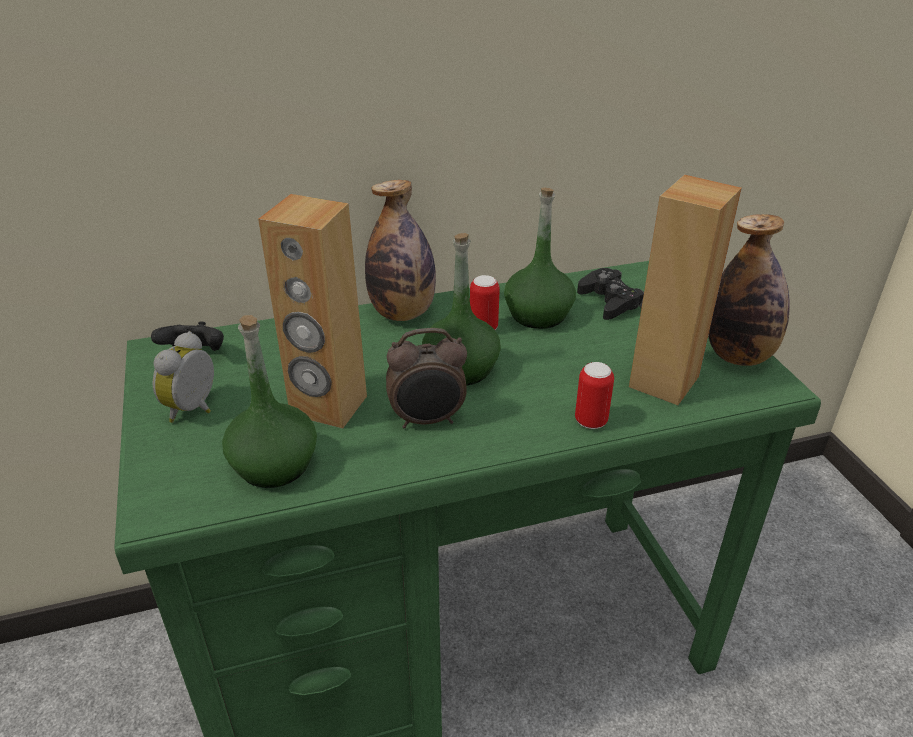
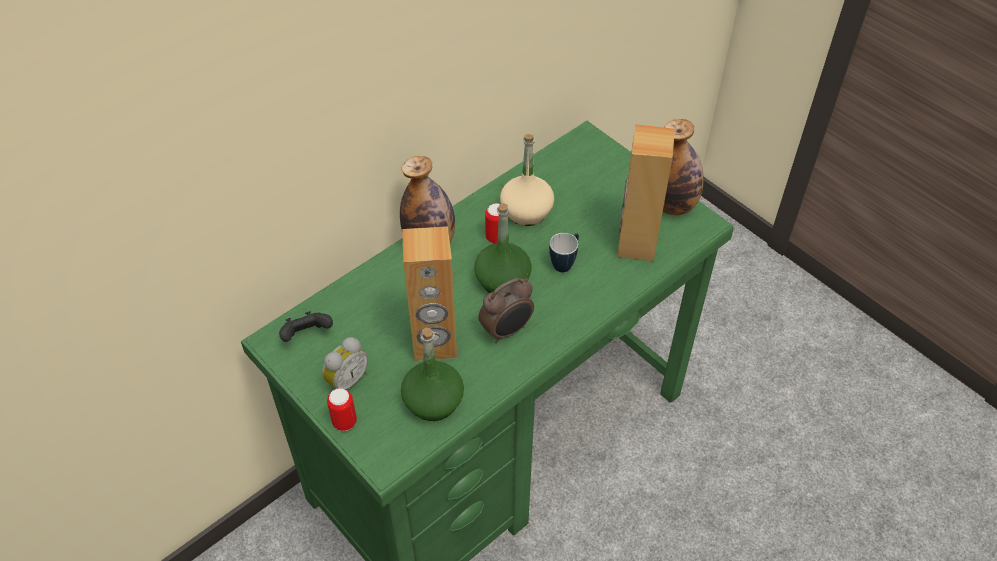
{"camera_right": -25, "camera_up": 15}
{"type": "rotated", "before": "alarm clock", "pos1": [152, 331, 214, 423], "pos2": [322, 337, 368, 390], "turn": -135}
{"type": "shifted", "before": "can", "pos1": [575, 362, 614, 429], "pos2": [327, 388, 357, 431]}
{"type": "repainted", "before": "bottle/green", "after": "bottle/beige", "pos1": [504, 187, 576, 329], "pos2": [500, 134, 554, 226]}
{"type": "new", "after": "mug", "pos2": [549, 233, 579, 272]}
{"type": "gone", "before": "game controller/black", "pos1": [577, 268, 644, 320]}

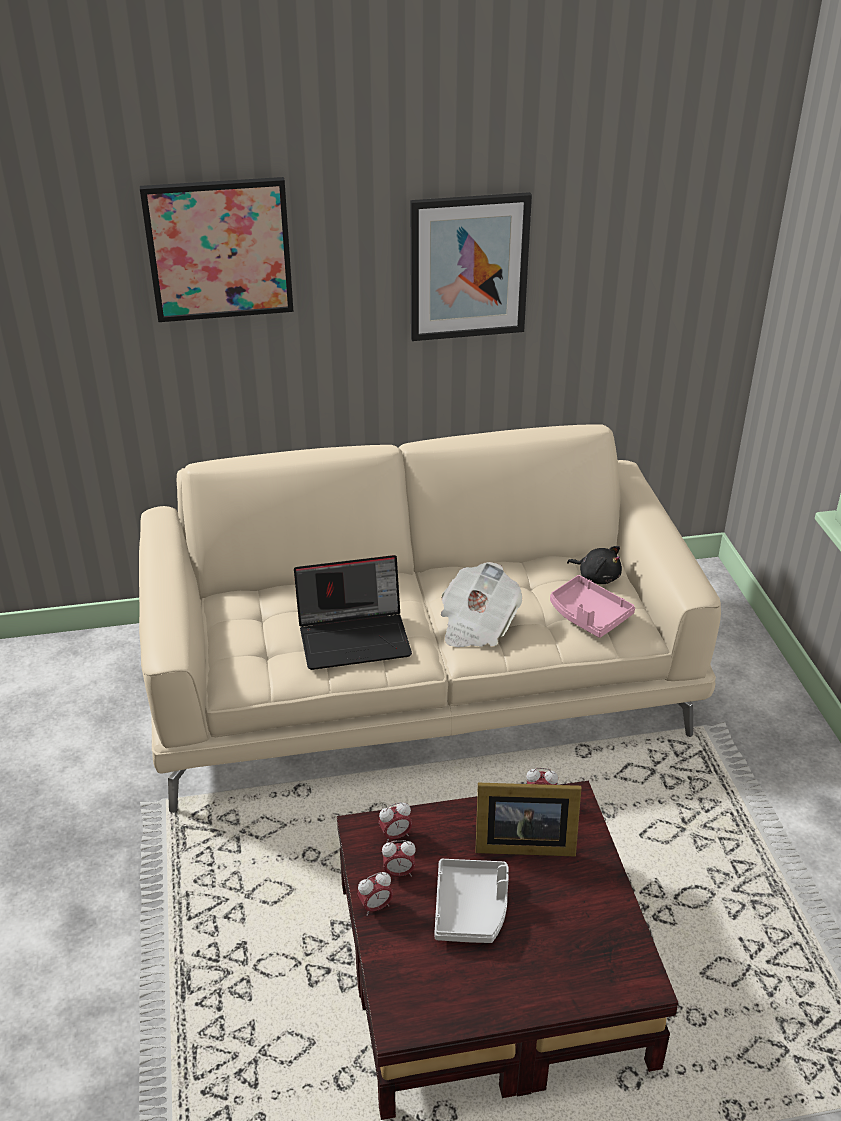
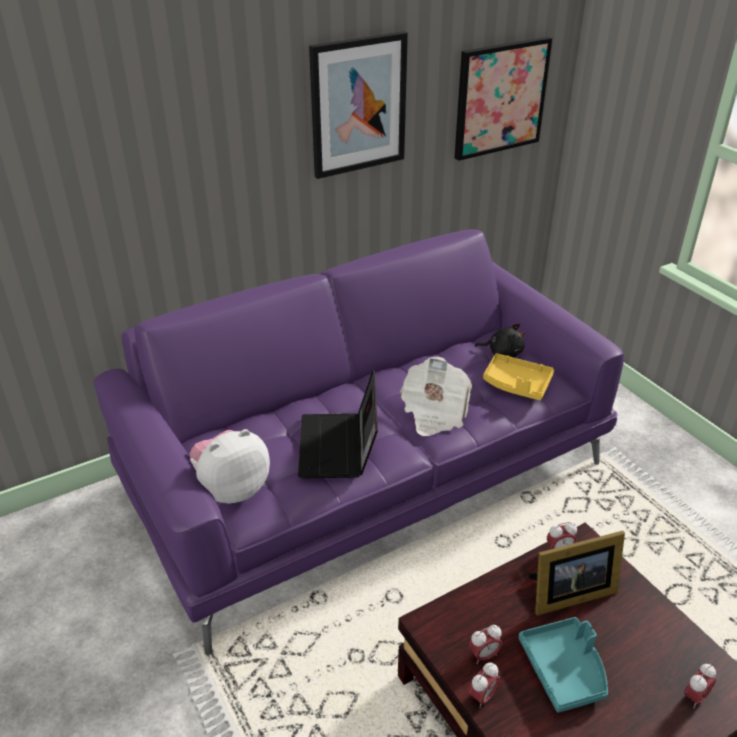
{"camera_right": -20, "camera_up": 0}
{"type": "repainted", "before": "sofa/beige", "after": "sofa/purple", "pos1": [139, 424, 721, 813], "pos2": [93, 229, 624, 655]}
{"type": "new", "after": "plush toy", "pos2": [190, 429, 270, 504]}
{"type": "rotated", "before": "laptop", "pos1": [294, 555, 412, 670], "pos2": [298, 370, 378, 479], "turn": 120}
{"type": "shifted", "before": "picture", "pos1": [140, 177, 293, 322], "pos2": [454, 37, 552, 161]}
{"type": "repainted", "before": "tray/pink", "after": "tray/yellow", "pos1": [550, 575, 635, 638], "pos2": [483, 353, 554, 400]}
{"type": "repainted", "before": "tray/grey", "after": "tray/turquoise", "pos1": [434, 859, 509, 943], "pos2": [519, 617, 608, 713]}
{"type": "shifted", "before": "alarm clock", "pos1": [378, 802, 413, 843], "pos2": [684, 664, 716, 709]}

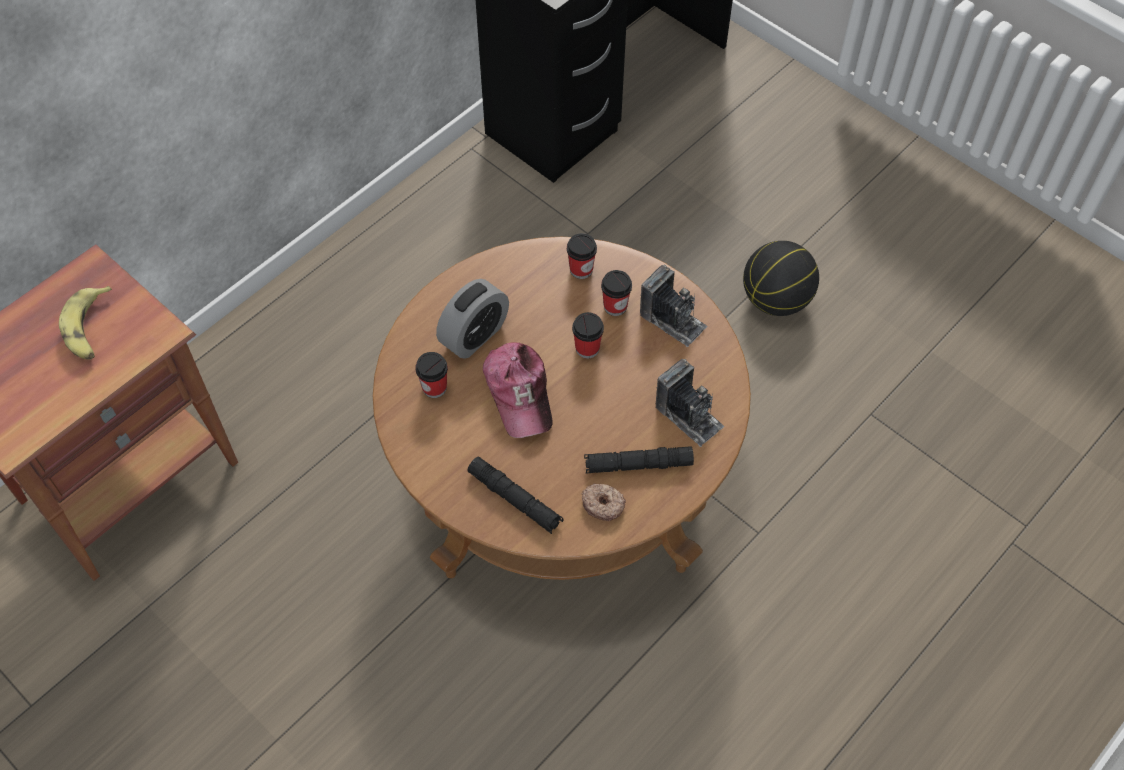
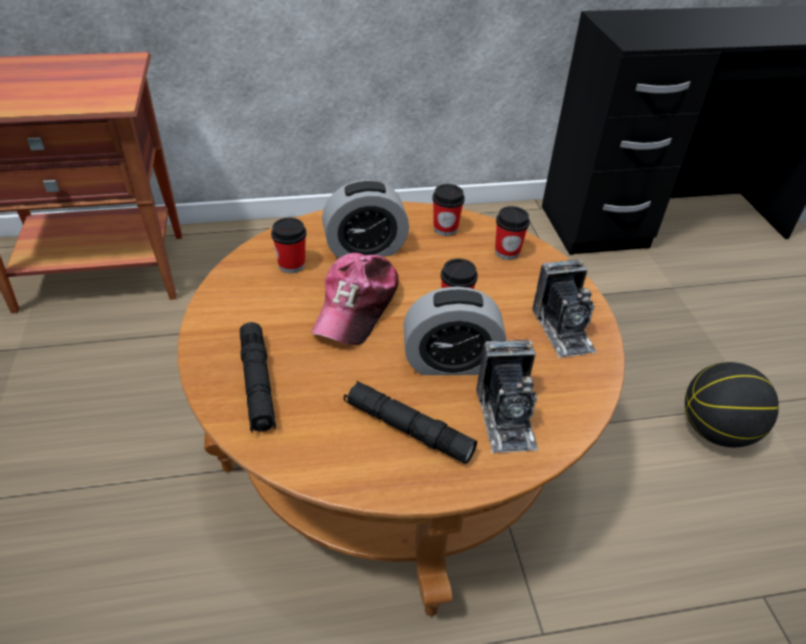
{"camera_right": 35, "camera_up": -15}
{"type": "new", "after": "alarm clock", "pos2": [403, 286, 506, 375]}
{"type": "shifted", "before": "cup", "pos1": [601, 270, 632, 316], "pos2": [432, 184, 465, 236]}
{"type": "gone", "before": "banana", "pos1": [59, 286, 112, 360]}
{"type": "gone", "before": "donut", "pos1": [581, 483, 626, 521]}

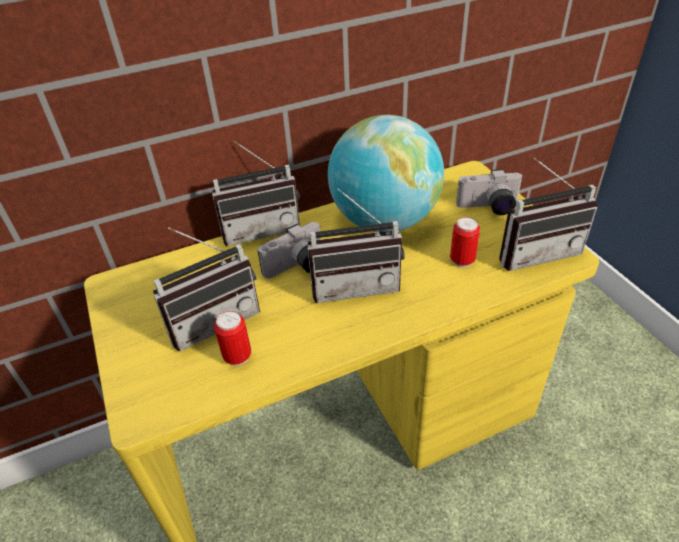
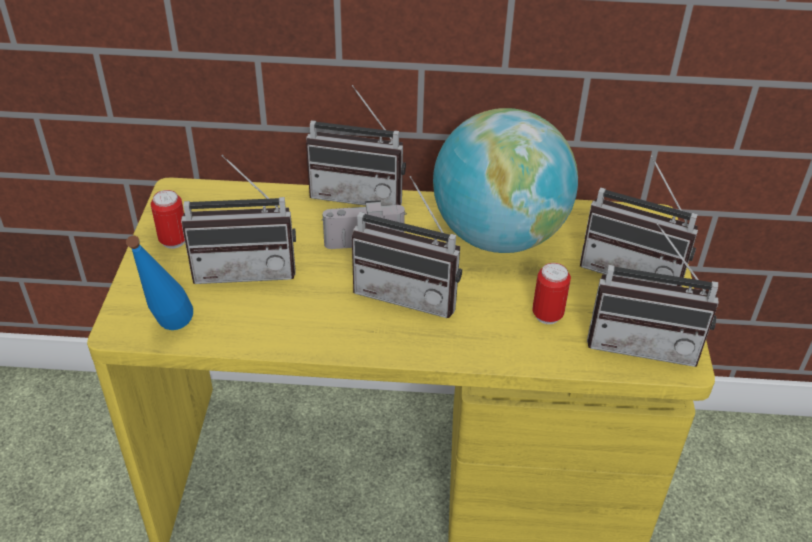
{"camera_right": 25, "camera_up": 0}
{"type": "new", "after": "bottle/blue", "pos2": [126, 236, 193, 330]}
{"type": "shifted", "before": "can", "pos1": [214, 311, 251, 366], "pos2": [151, 190, 185, 249]}
{"type": "swapped", "before": "photo camera", "after": "radio", "pos1": [456, 169, 523, 215], "pos2": [580, 156, 698, 287]}

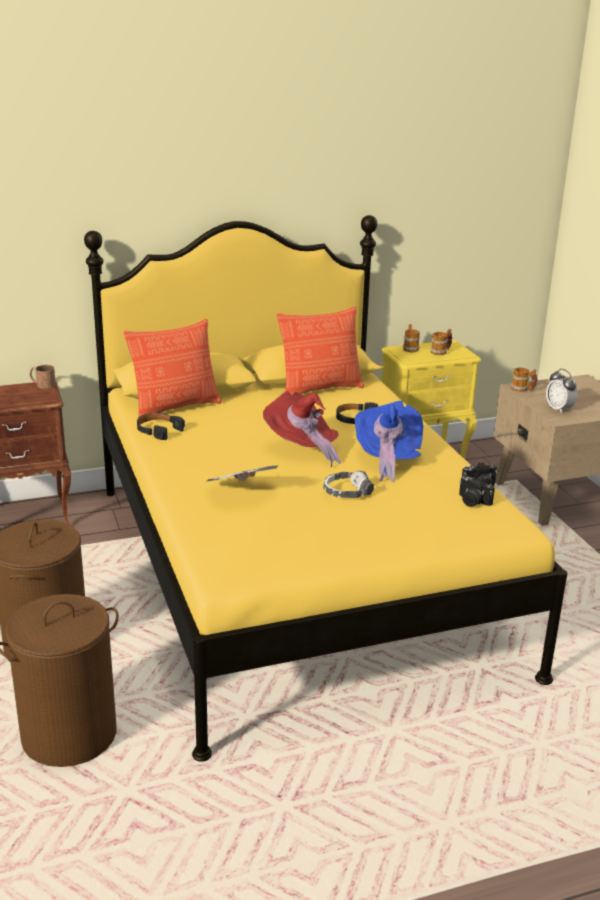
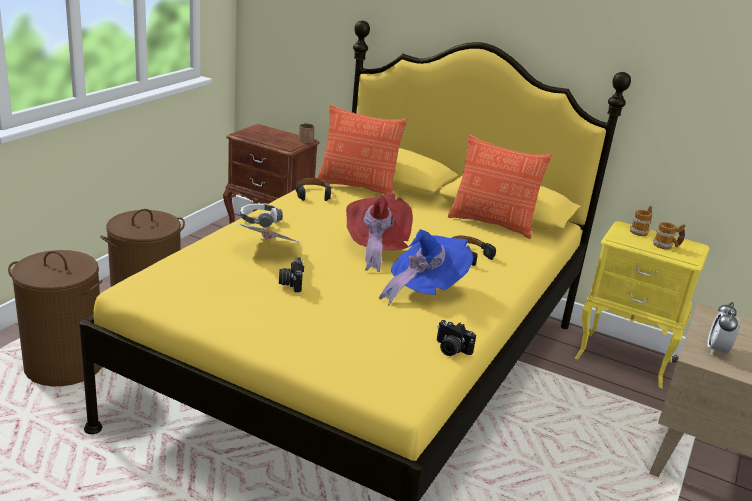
{"camera_right": 45, "camera_up": 0}
{"type": "shifted", "before": "headphones", "pos1": [323, 471, 374, 498], "pos2": [240, 203, 283, 228]}
{"type": "shifted", "before": "photo camera", "pos1": [459, 475, 495, 507], "pos2": [279, 257, 305, 292]}
{"type": "gone", "before": "mug", "pos1": [511, 368, 537, 392]}

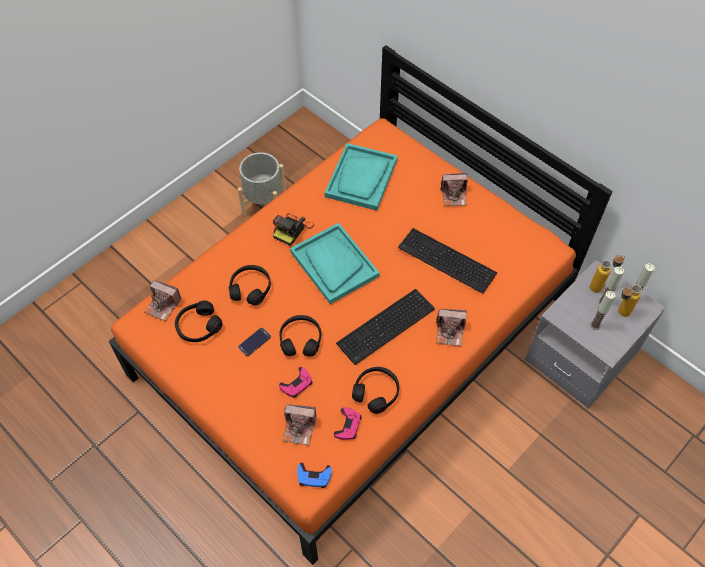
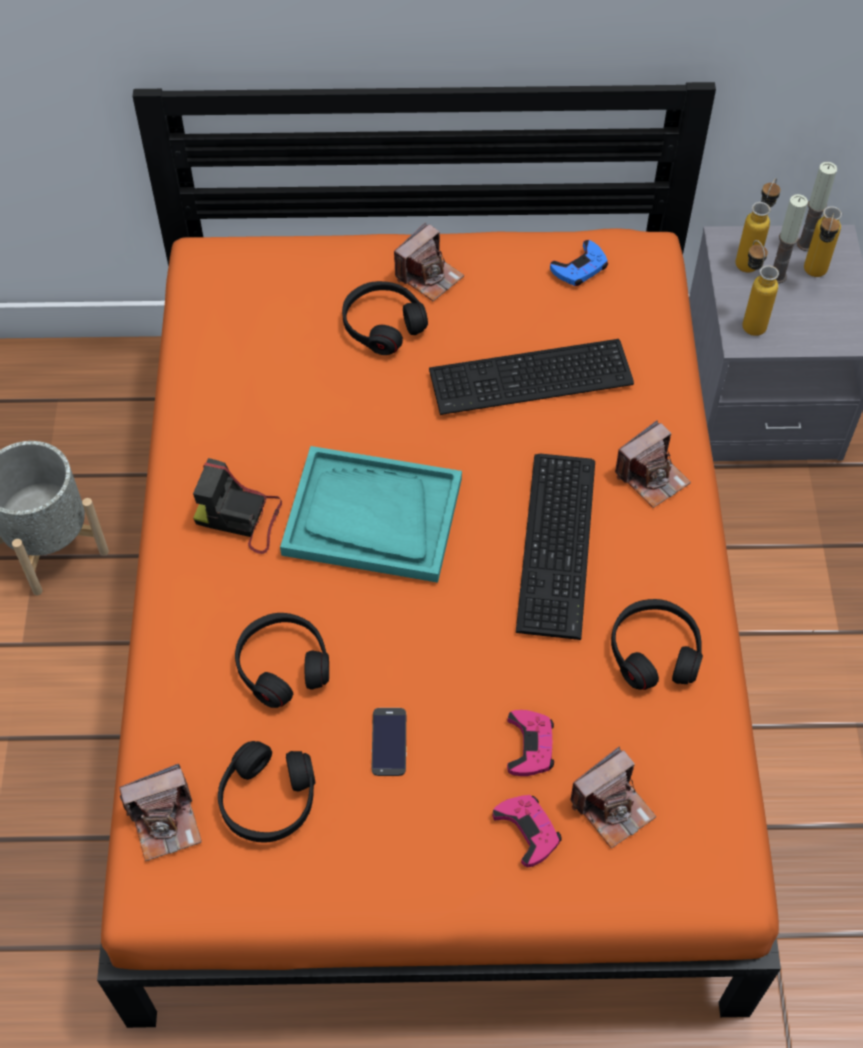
{"camera_right": -45, "camera_up": 0}
{"type": "rotated", "before": "photo camera", "pos1": [273, 213, 314, 246], "pos2": [193, 458, 282, 554], "turn": 120}
{"type": "shifted", "before": "headphones/black", "pos1": [279, 315, 321, 357], "pos2": [342, 281, 428, 355]}
{"type": "shifted", "before": "game controller/pink", "pos1": [334, 407, 362, 440], "pos2": [493, 795, 562, 868]}
{"type": "shifted", "before": "game controller/blue", "pos1": [297, 463, 332, 488], "pos2": [550, 240, 608, 286]}
{"type": "new", "after": "bottle", "pos2": [742, 240, 779, 336]}
{"type": "gone", "before": "tray/turquoise", "pos1": [325, 143, 398, 211]}
{"type": "gone", "before": "candle", "pos1": [590, 291, 615, 330]}

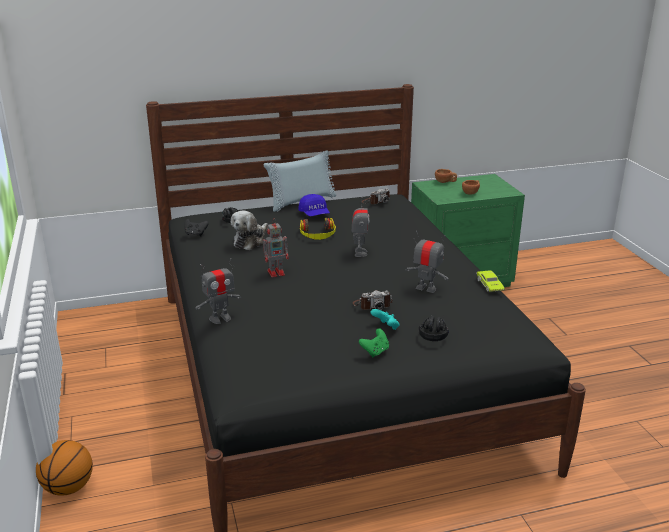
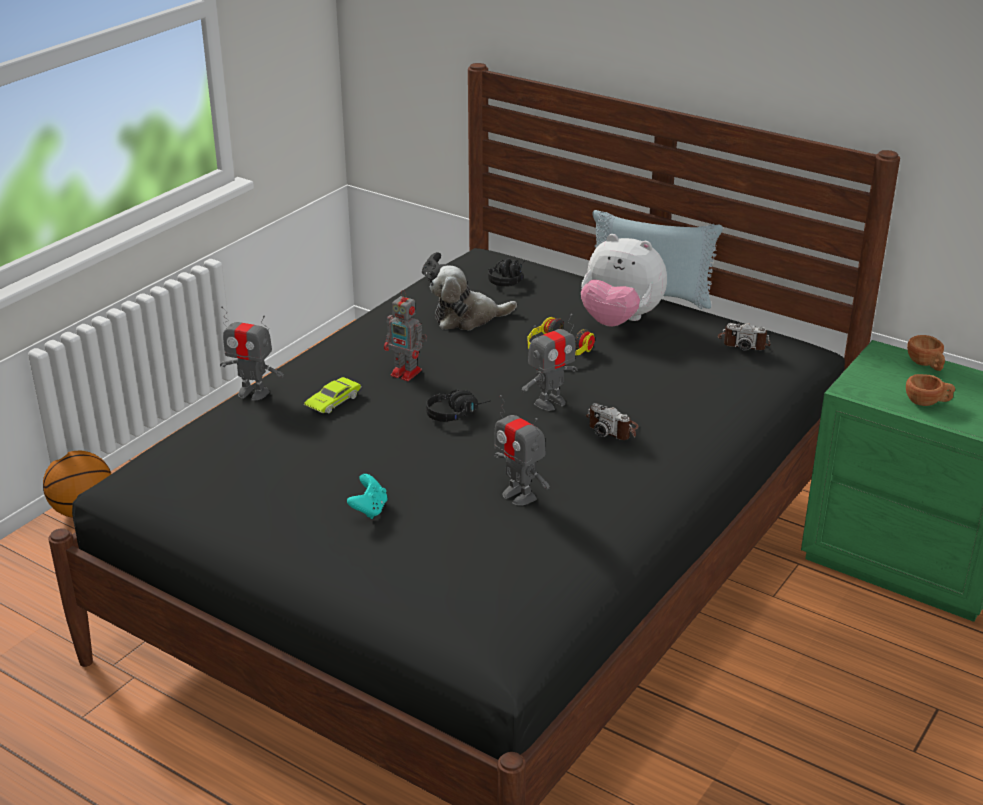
{"camera_right": 50, "camera_up": 5}
{"type": "shifted", "before": "toy car/green", "pos1": [476, 270, 505, 292], "pos2": [303, 377, 362, 413]}
{"type": "shifted", "before": "headphones/black", "pos1": [419, 316, 449, 341], "pos2": [426, 390, 491, 422]}
{"type": "rotated", "before": "toy robot", "pos1": [406, 231, 449, 293], "pos2": [494, 395, 550, 506], "turn": 150}
{"type": "swapped", "before": "cap/blue", "after": "plush toy", "pos1": [298, 194, 330, 216], "pos2": [581, 234, 667, 327]}
{"type": "shifted", "before": "photo camera", "pos1": [353, 290, 393, 310], "pos2": [586, 403, 639, 440]}
{"type": "gone", "before": "game controller/green", "pos1": [359, 328, 389, 357]}

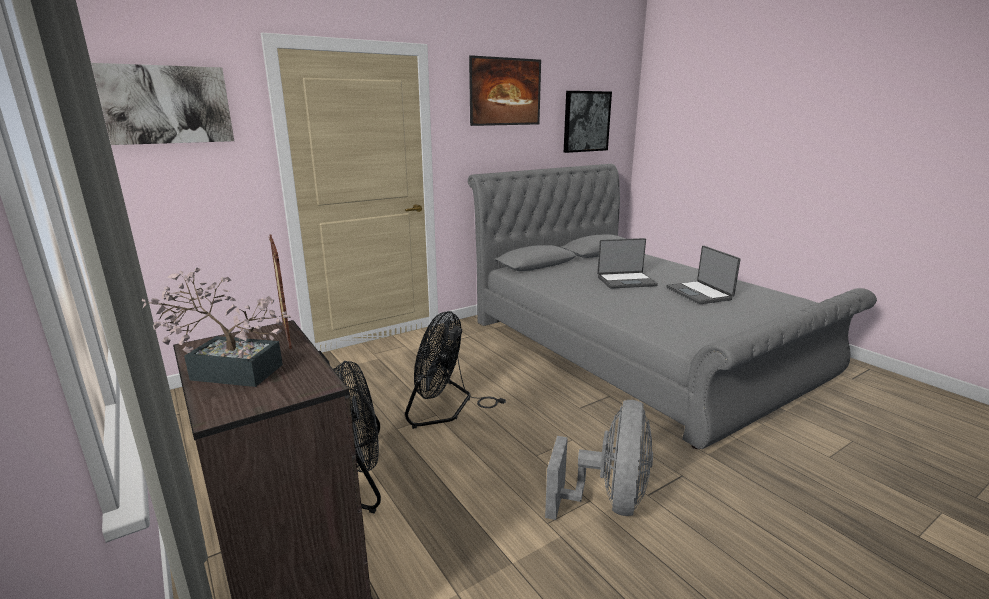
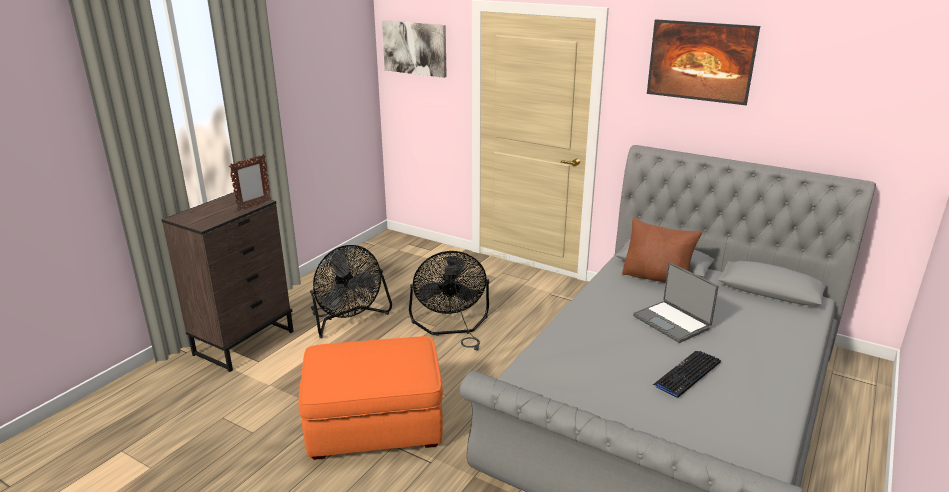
{"camera_right": 65, "camera_up": 5}
{"type": "swapped", "before": "fan/grey", "after": "ottoman/orange", "pos1": [545, 400, 653, 520], "pos2": [299, 336, 443, 460]}
{"type": "new", "after": "pillow/brown", "pos2": [622, 218, 702, 283]}
{"type": "swapped", "before": "laptop", "after": "keyboard", "pos1": [666, 246, 741, 304], "pos2": [653, 351, 721, 398]}
{"type": "gone", "before": "potted plant", "pos1": [142, 268, 292, 387]}
{"type": "gone", "before": "picture", "pos1": [564, 91, 612, 153]}

